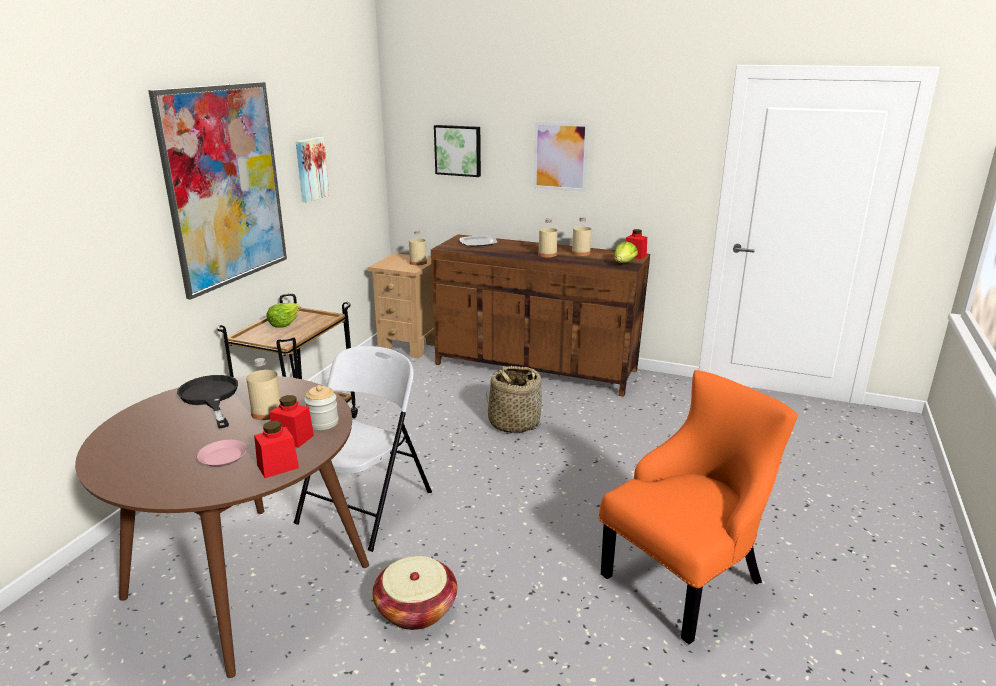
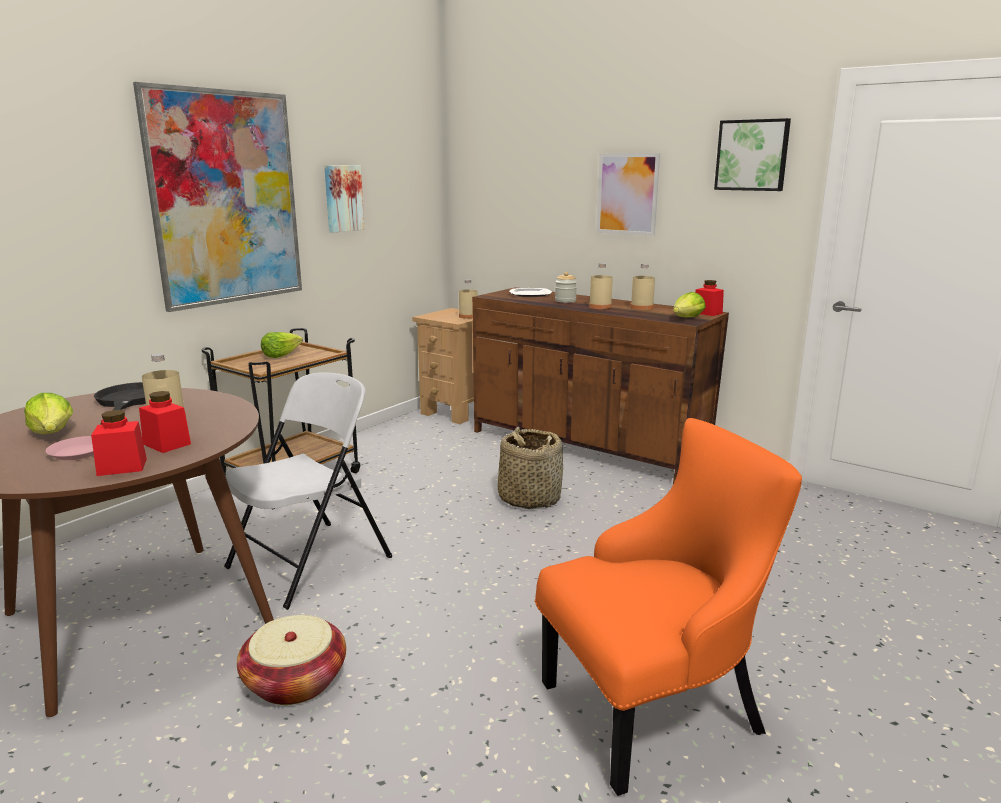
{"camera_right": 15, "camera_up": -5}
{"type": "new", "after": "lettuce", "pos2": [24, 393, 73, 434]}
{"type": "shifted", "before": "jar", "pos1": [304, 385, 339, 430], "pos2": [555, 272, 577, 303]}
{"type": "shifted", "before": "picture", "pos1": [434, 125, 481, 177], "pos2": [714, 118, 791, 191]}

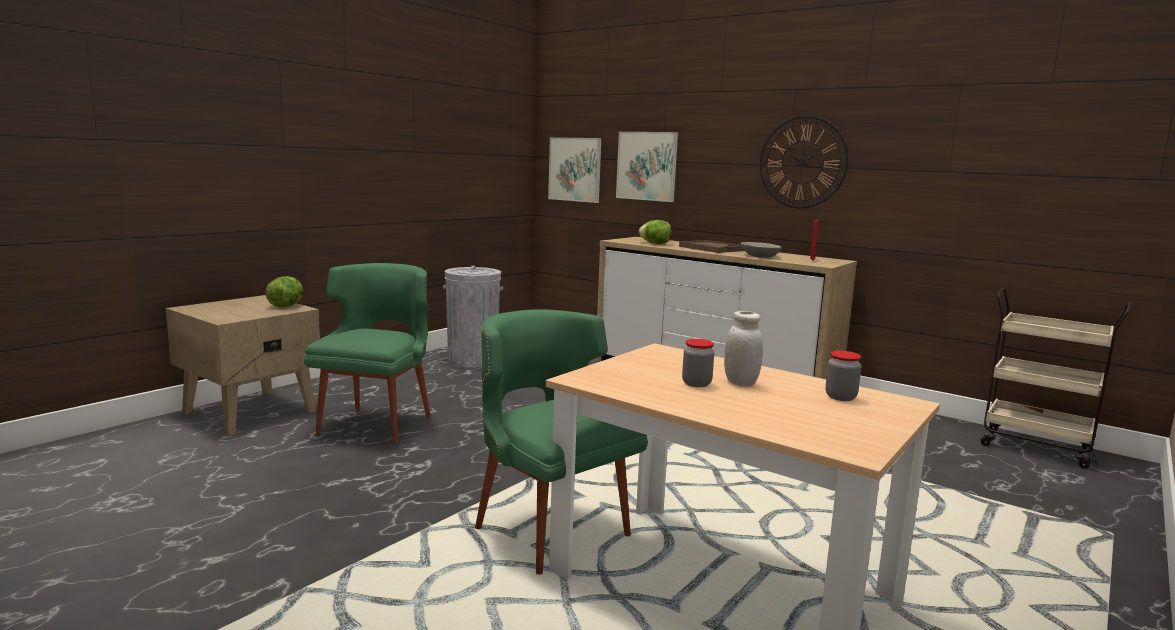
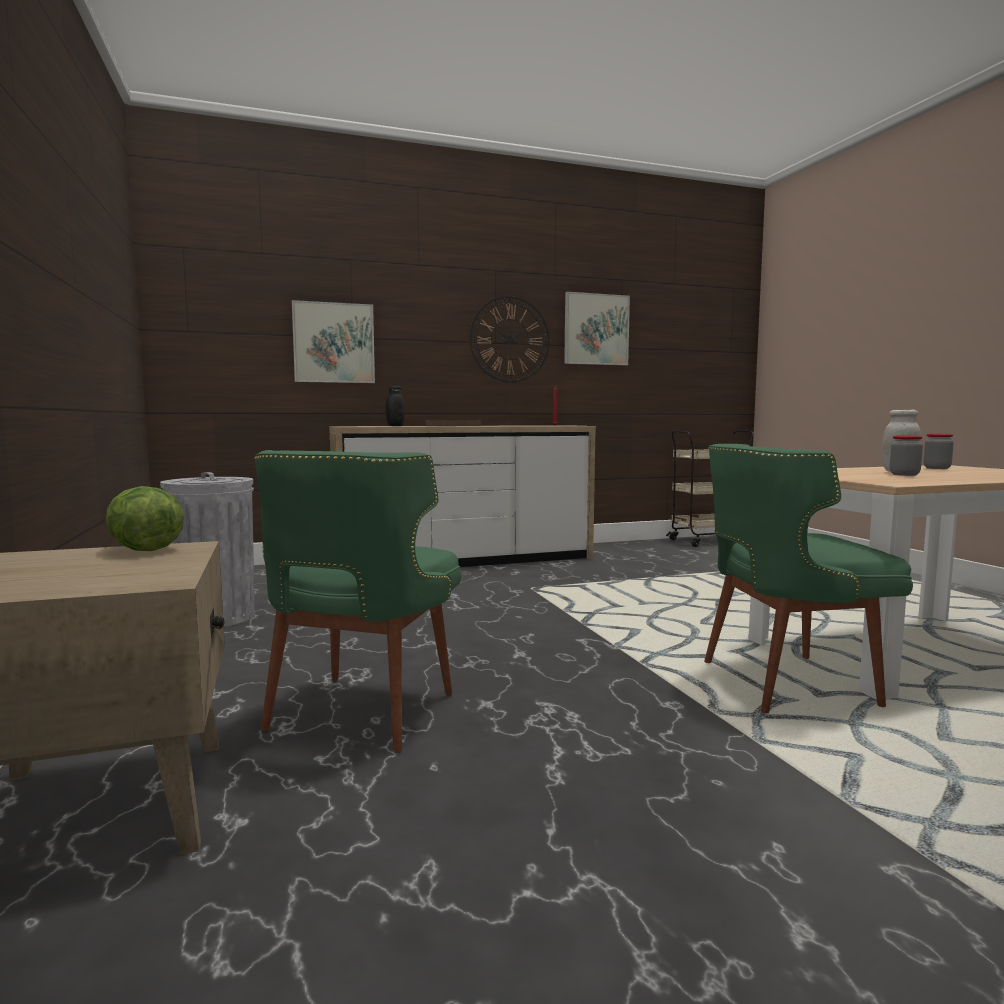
{"camera_right": -55, "camera_up": -5}
{"type": "rotated", "before": "chair/green", "pos1": [304, 263, 431, 444], "pos2": [254, 450, 461, 753], "turn": -120}
{"type": "swapped", "before": "lettuce", "after": "jar/black", "pos1": [639, 220, 671, 244], "pos2": [386, 386, 405, 426]}
{"type": "shifted", "before": "picture", "pos1": [548, 137, 601, 203], "pos2": [564, 292, 630, 365]}
{"type": "gone", "before": "bowl/grey", "pos1": [740, 242, 782, 258]}

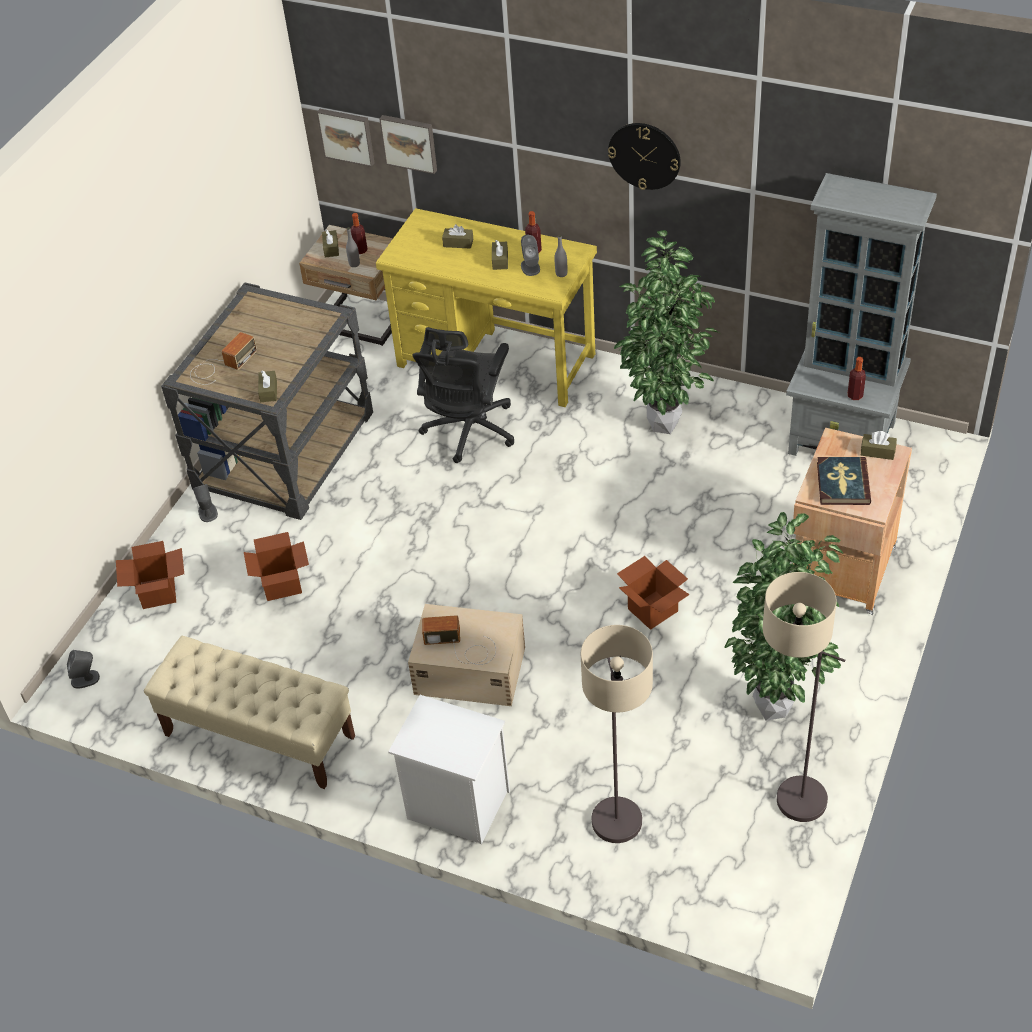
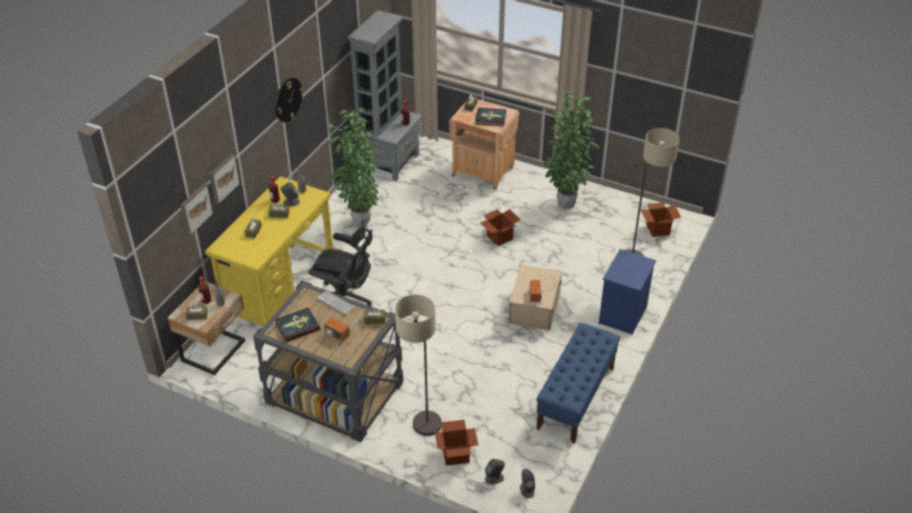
{"camera_right": -90, "camera_up": -5}
{"type": "shifted", "before": "picture", "pos1": [317, 109, 375, 167], "pos2": [209, 154, 240, 204]}
{"type": "new", "after": "book", "pos2": [275, 308, 320, 342]}
{"type": "new", "after": "keyboard", "pos2": [317, 291, 355, 314]}
{"type": "shifted", "before": "floor lamp/beige", "pos1": [763, 572, 845, 822], "pos2": [395, 295, 442, 436]}
{"type": "shifted", "before": "speaker/grey", "pos1": [193, 484, 218, 522], "pos2": [485, 459, 505, 484]}
{"type": "repainted", "before": "bench/beige", "after": "bench/blue", "pos1": [144, 636, 355, 789], "pos2": [536, 323, 620, 444]}
{"type": "repainted", "before": "nightstand/white", "after": "nightstand/blue", "pos1": [388, 695, 510, 844], "pos2": [599, 249, 656, 335]}
{"type": "shifted", "before": "cardboard box", "pos1": [244, 532, 309, 601], "pos2": [640, 202, 681, 237]}

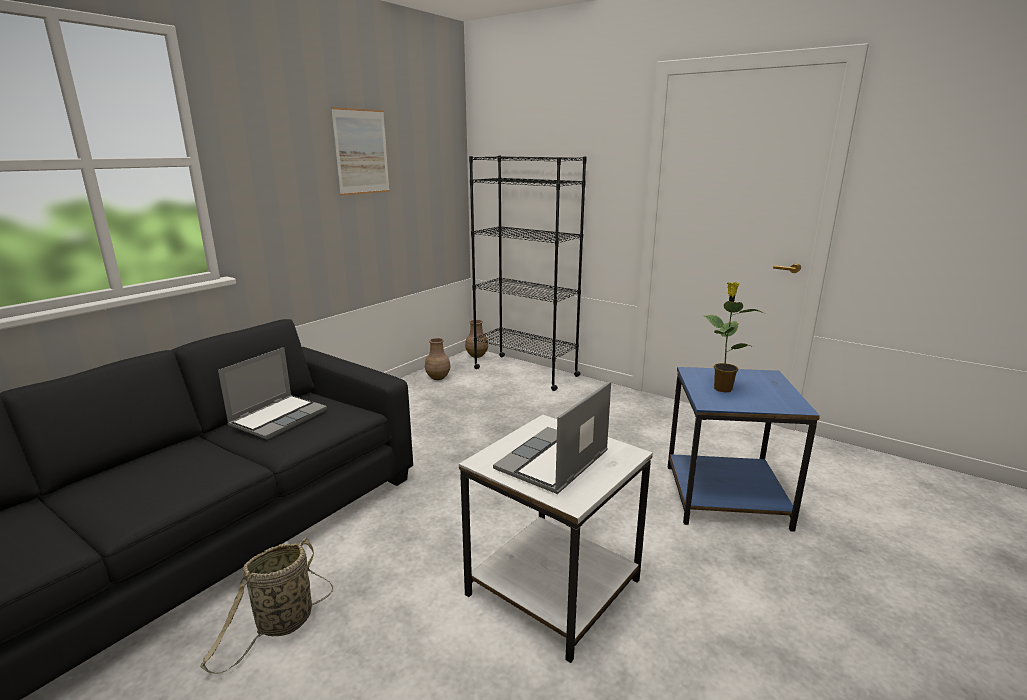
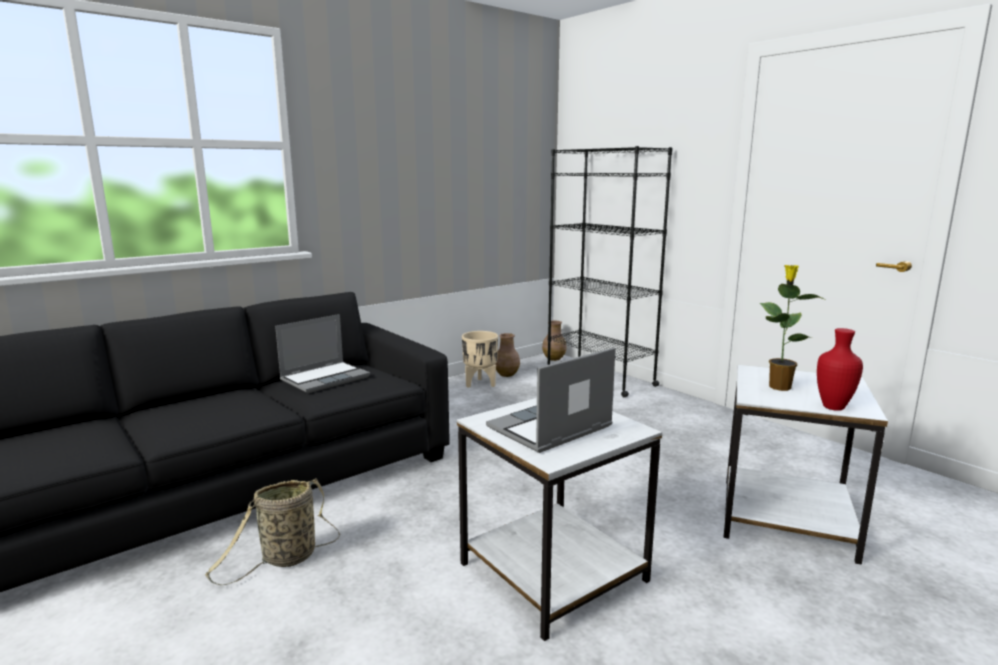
{"camera_right": 15, "camera_up": -5}
{"type": "new", "after": "planter/beige", "pos2": [462, 331, 498, 388]}
{"type": "repainted", "before": "side table/blue", "after": "side table/white", "pos1": [668, 367, 820, 532], "pos2": [723, 365, 888, 565]}
{"type": "new", "after": "vase/red", "pos2": [817, 328, 863, 411]}
{"type": "gone", "before": "picture", "pos1": [331, 107, 390, 196]}

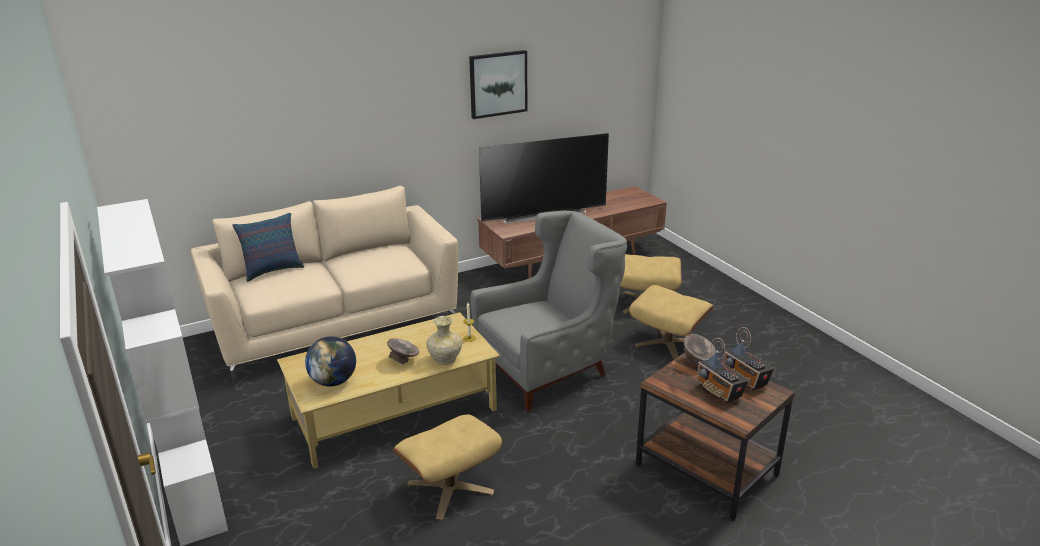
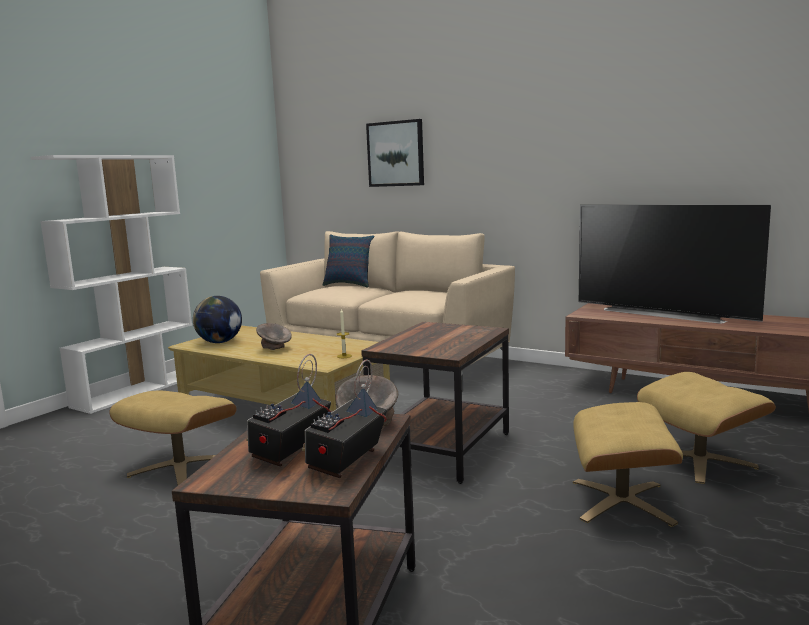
{"camera_right": 60, "camera_up": -15}
{"type": "swapped", "before": "armchair/grey", "after": "side table/brown", "pos1": [471, 211, 627, 411], "pos2": [361, 322, 509, 484]}
{"type": "shifted", "before": "picture", "pos1": [469, 50, 527, 119], "pos2": [366, 119, 424, 187]}
{"type": "gone", "before": "vase/beige", "pos1": [426, 316, 462, 365]}

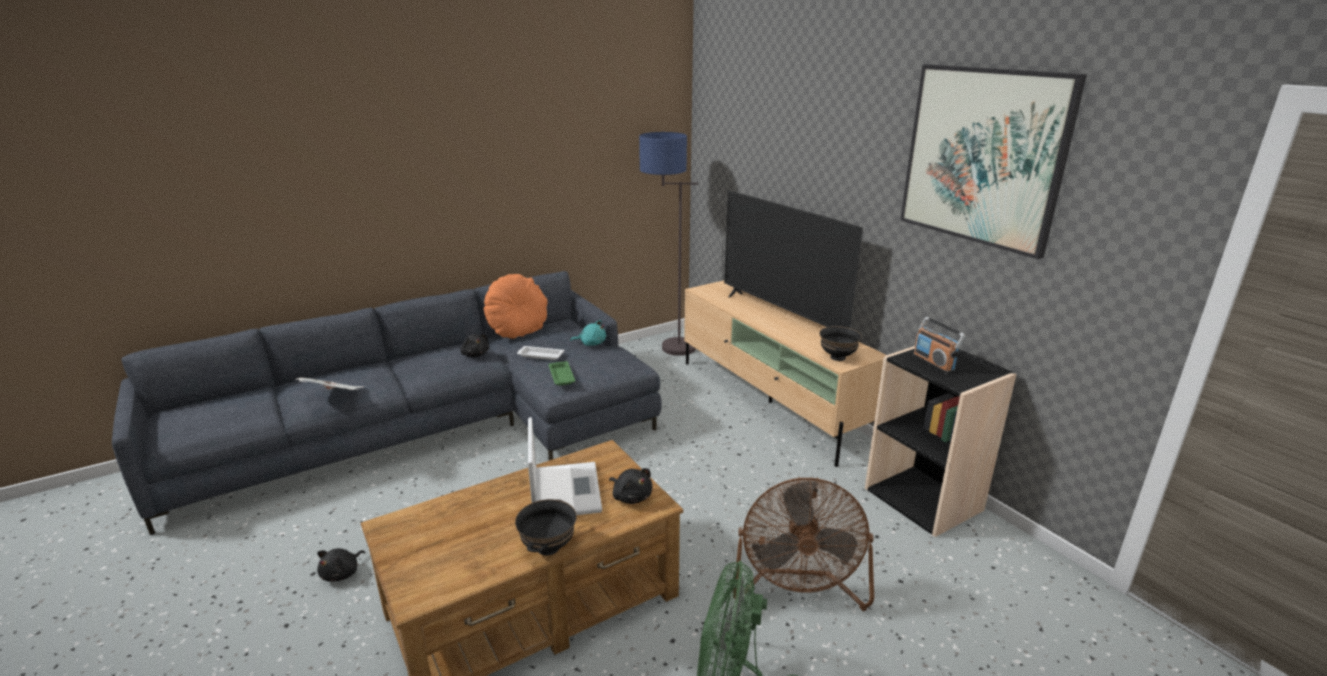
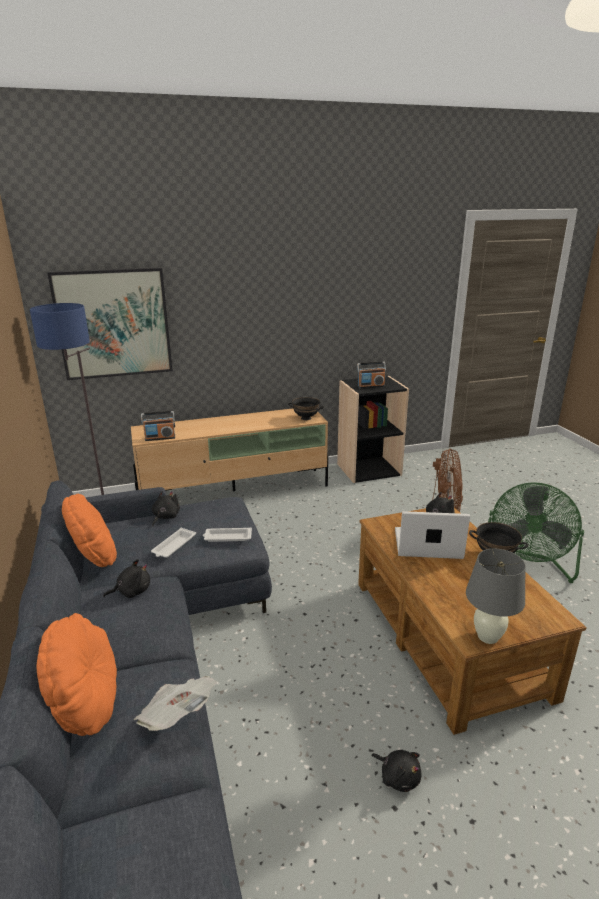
{"camera_right": -75, "camera_up": 0}
{"type": "new", "after": "pillow/orange", "pos2": [36, 613, 117, 736]}
{"type": "shifted", "before": "picture", "pos1": [900, 64, 1087, 259], "pos2": [47, 268, 173, 380]}
{"type": "new", "after": "radio", "pos2": [141, 411, 175, 441]}
{"type": "repainted", "before": "plush toy/turquoise", "after": "plush toy/black", "pos1": [570, 320, 606, 346], "pos2": [152, 491, 180, 526]}
{"type": "repainted", "before": "tray/green", "after": "tray/white", "pos1": [548, 361, 575, 386], "pos2": [203, 527, 252, 542]}
{"type": "new", "after": "table lamp/grey", "pos2": [466, 549, 526, 644]}
{"type": "gone", "before": "television", "pos1": [724, 191, 863, 328]}

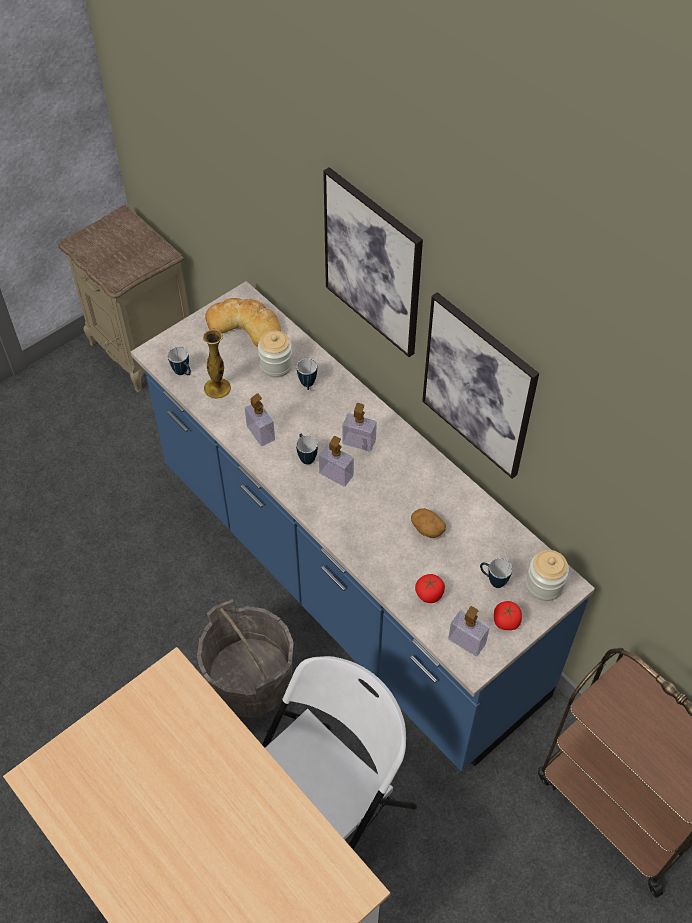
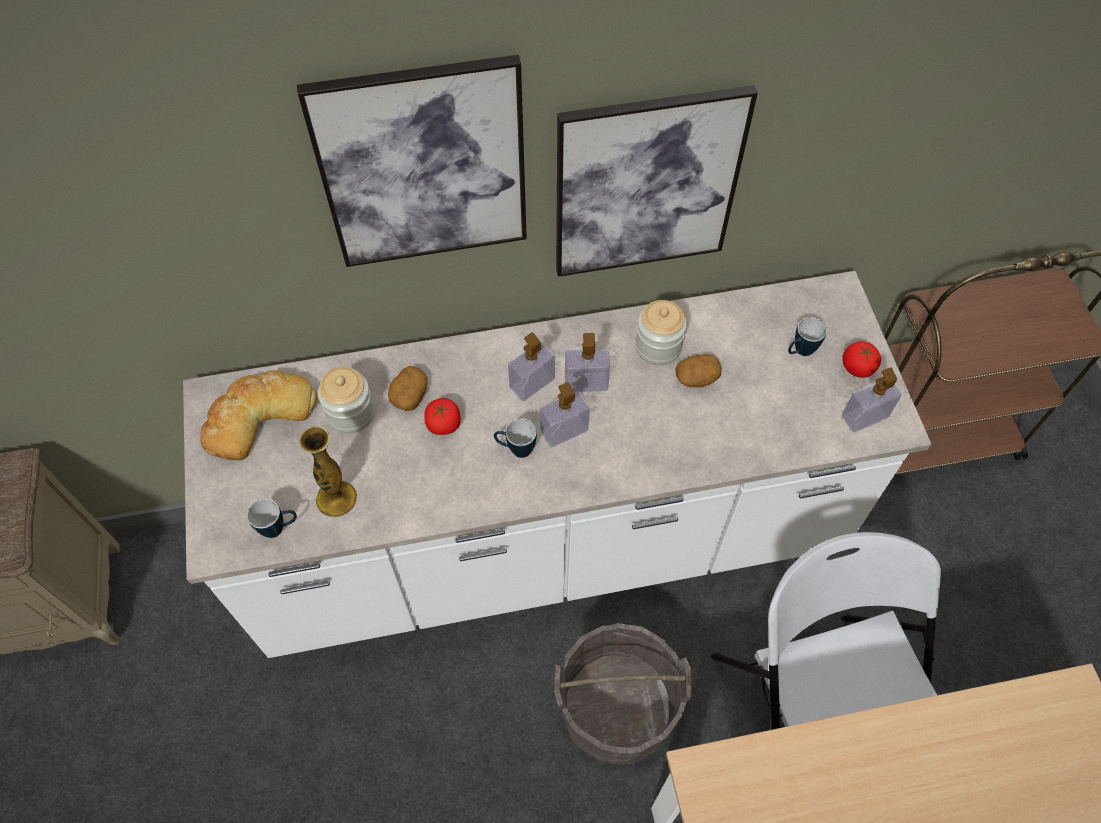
{"camera_right": -60, "camera_up": 5}
{"type": "repainted", "before": "counter/blue", "after": "counter/white", "pos1": [131, 281, 595, 771], "pos2": [183, 271, 931, 658]}
{"type": "swapped", "before": "mug", "after": "potato", "pos1": [297, 358, 317, 390], "pos2": [388, 366, 428, 411]}
{"type": "shifted", "before": "tomato", "pos1": [415, 574, 445, 603], "pos2": [424, 398, 461, 435]}
{"type": "shifted", "before": "soap dispenser", "pos1": [245, 393, 275, 446], "pos2": [565, 333, 610, 392]}
{"type": "shifted", "before": "jar", "pos1": [526, 550, 569, 601], "pos2": [635, 300, 687, 365]}

